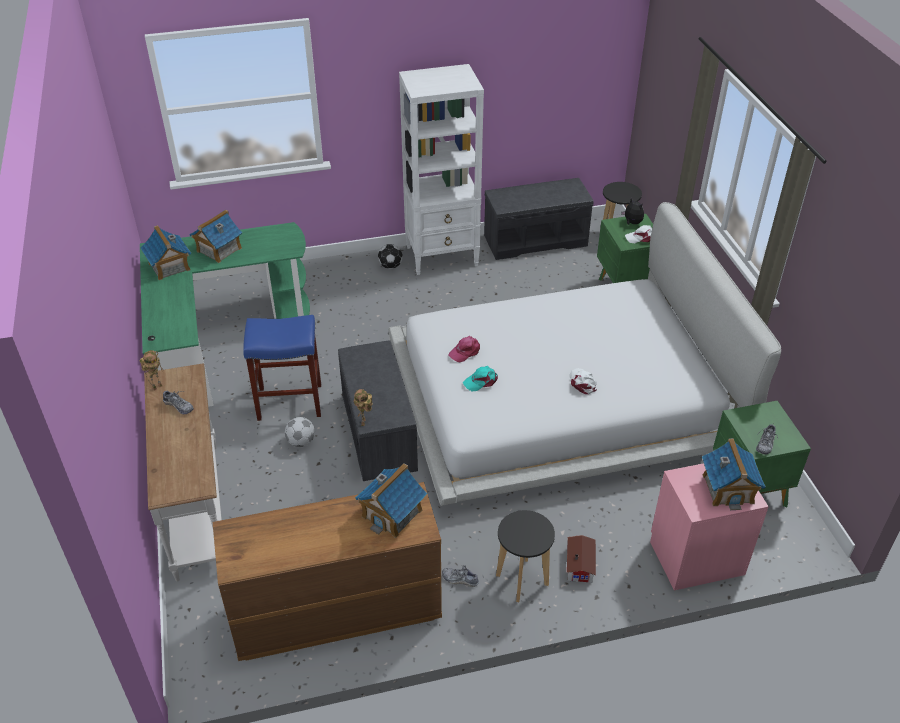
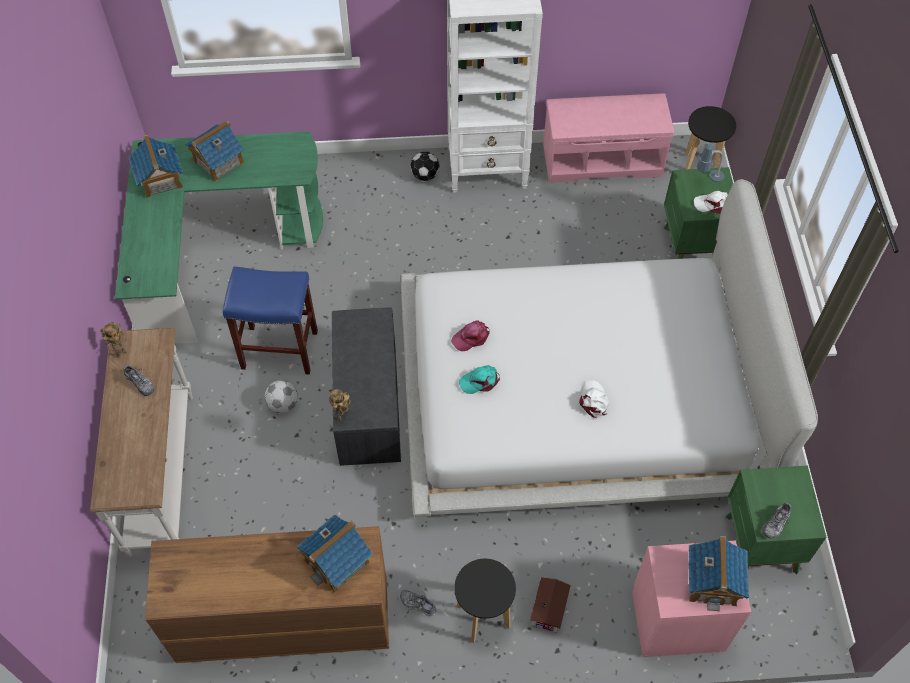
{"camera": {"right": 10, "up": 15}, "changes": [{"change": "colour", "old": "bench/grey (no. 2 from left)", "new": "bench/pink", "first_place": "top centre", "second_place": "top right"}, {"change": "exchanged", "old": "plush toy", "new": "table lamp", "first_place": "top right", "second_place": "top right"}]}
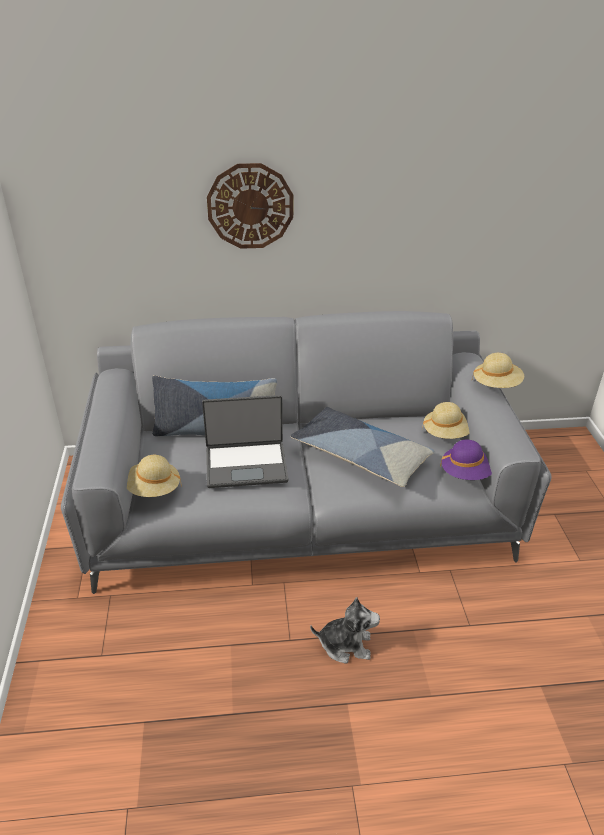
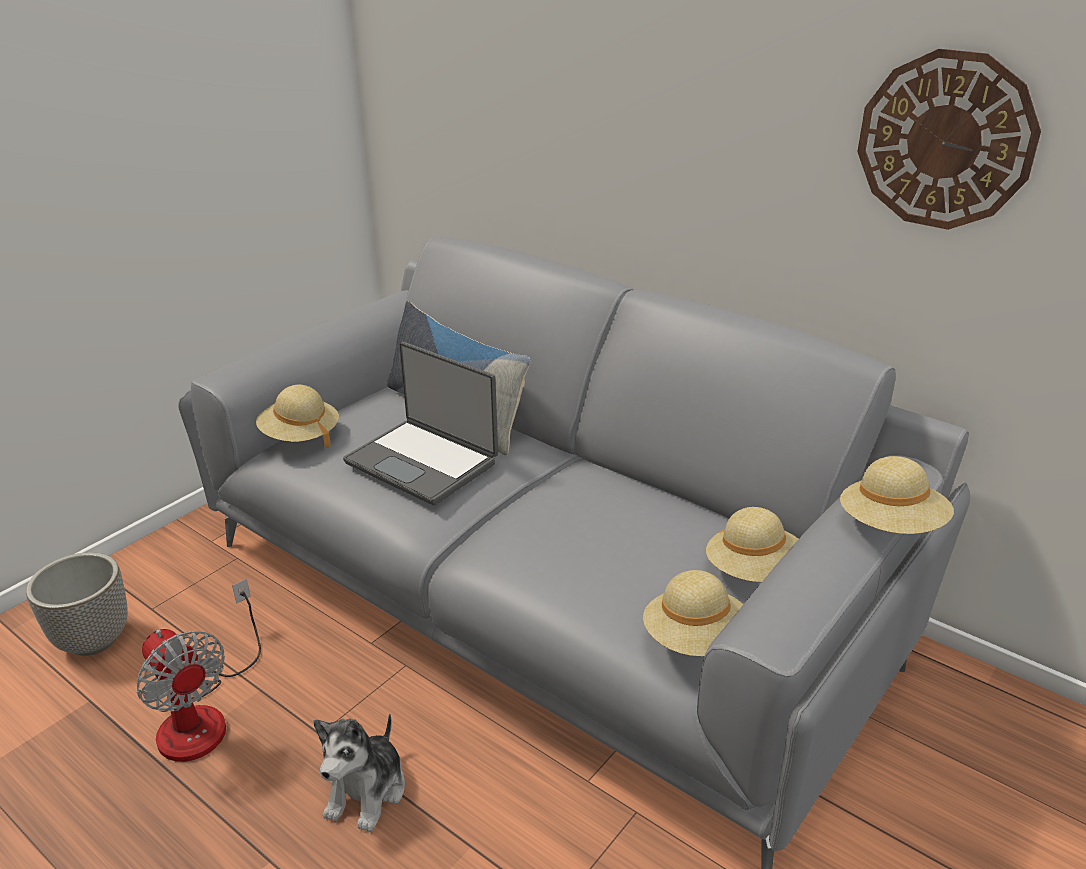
{"camera": {"right": 45, "up": -5}, "changes": [{"change": "relocated", "old": "wall clock", "first_place": "top centre", "second_place": "top right"}, {"change": "missing", "old": "pillow (no. 2 from left)", "first_place": "centre"}, {"change": "colour", "old": "hat/purple", "new": "hat/beige (no. 2 from left)", "first_place": "middle right", "second_place": "bottom centre"}, {"change": "spun", "old": "plush toy", "first_place": "bottom centre", "second_place": "bottom left", "degrees": 60}, {"change": "appeared", "new": "planter", "second_place": "bottom left"}, {"change": "appeared", "new": "fan", "second_place": "bottom left"}]}
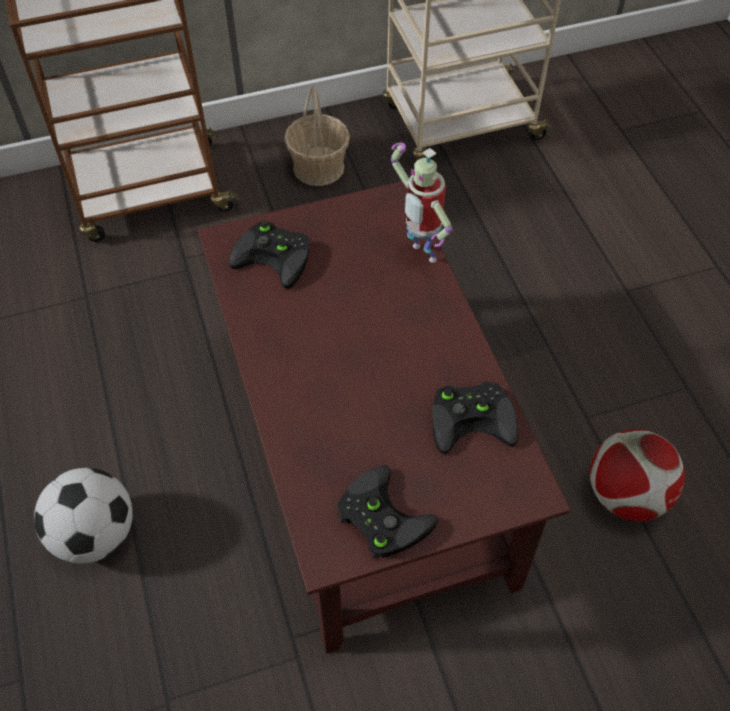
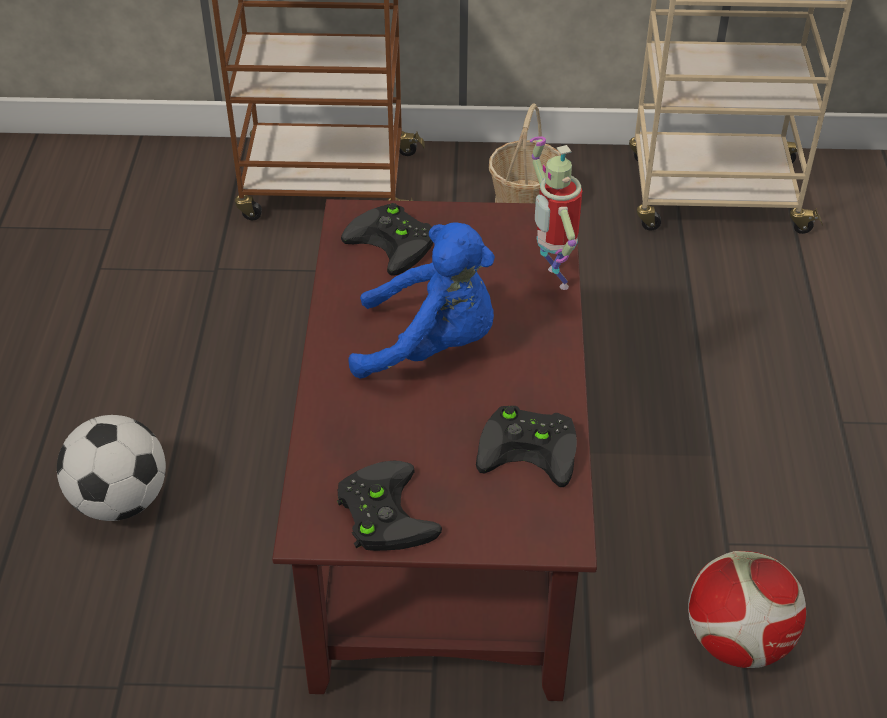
{"camera": {"right": 20, "up": -10}, "changes": [{"change": "appeared", "new": "plush toy/blue", "second_place": "centre"}]}
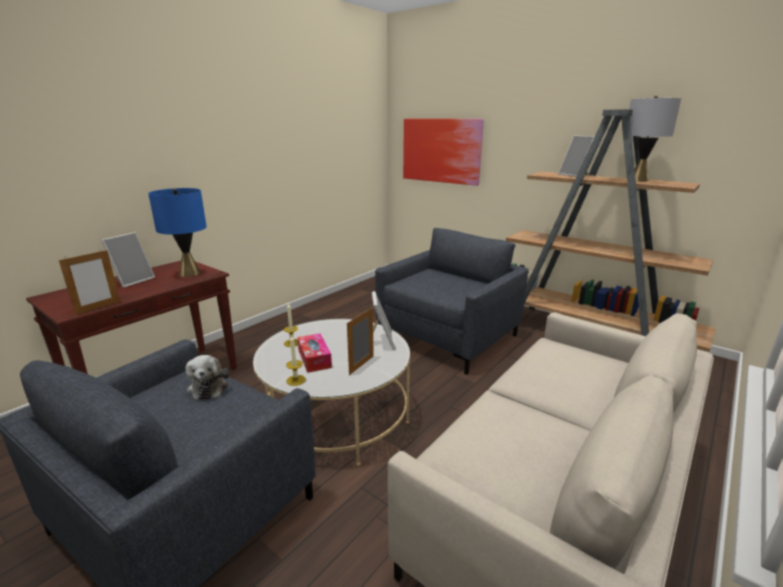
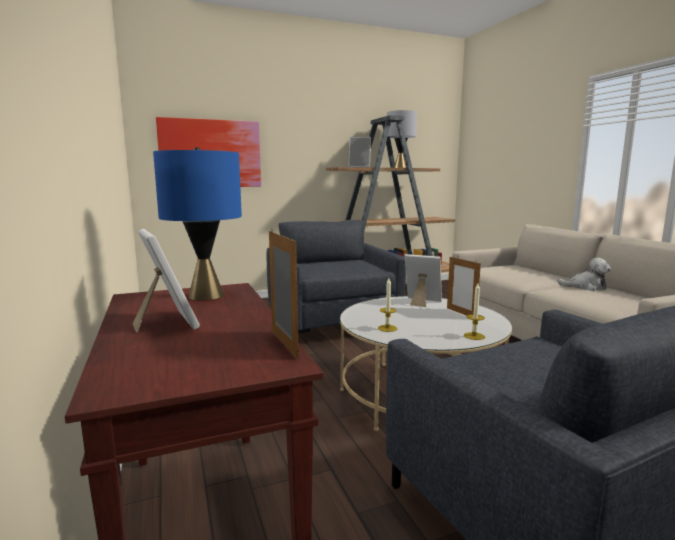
{"camera": {"right": -60, "up": -10}, "changes": [{"change": "missing", "old": "tissue box", "first_place": "centre"}, {"change": "relocated", "old": "plush toy", "first_place": "middle left", "second_place": "middle right"}]}
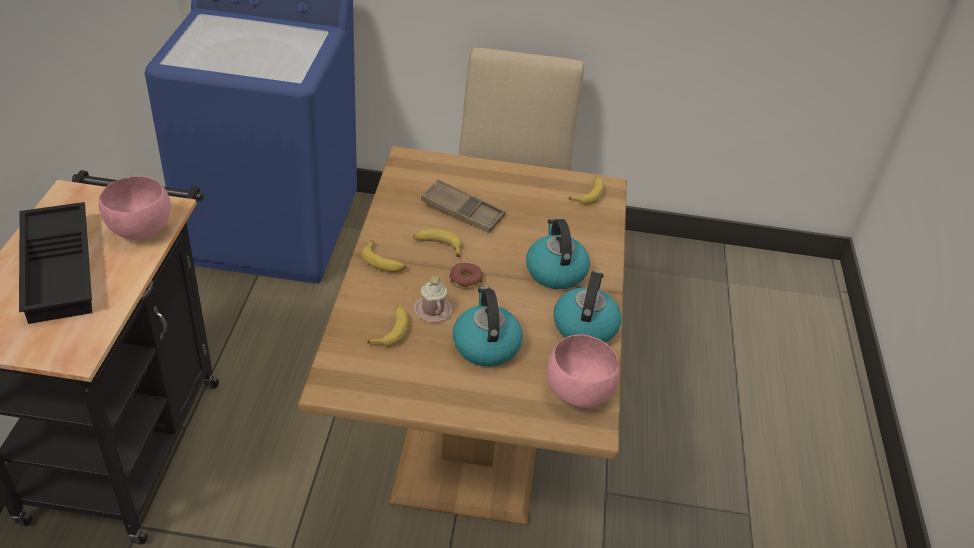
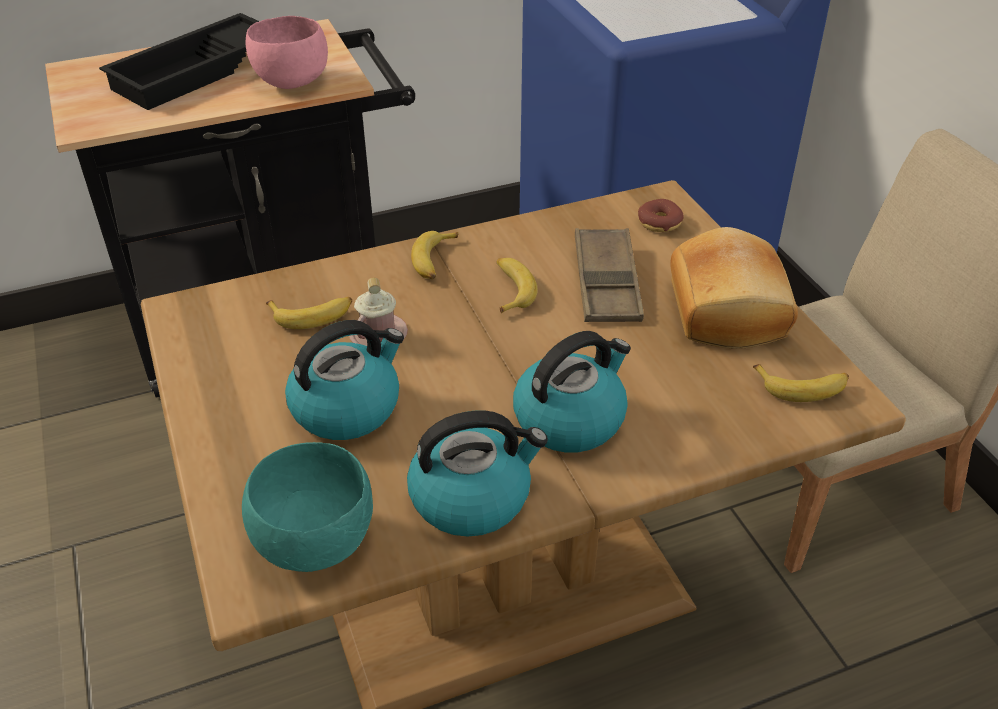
{"camera": {"right": 65, "up": 0}, "changes": [{"change": "relocated", "old": "donut", "first_place": "centre", "second_place": "top centre"}, {"change": "colour", "old": "bowl/pink (no. 2 from left)", "new": "bowl/turquoise", "first_place": "bottom centre", "second_place": "bottom left"}, {"change": "appeared", "new": "bread", "second_place": "middle right"}]}
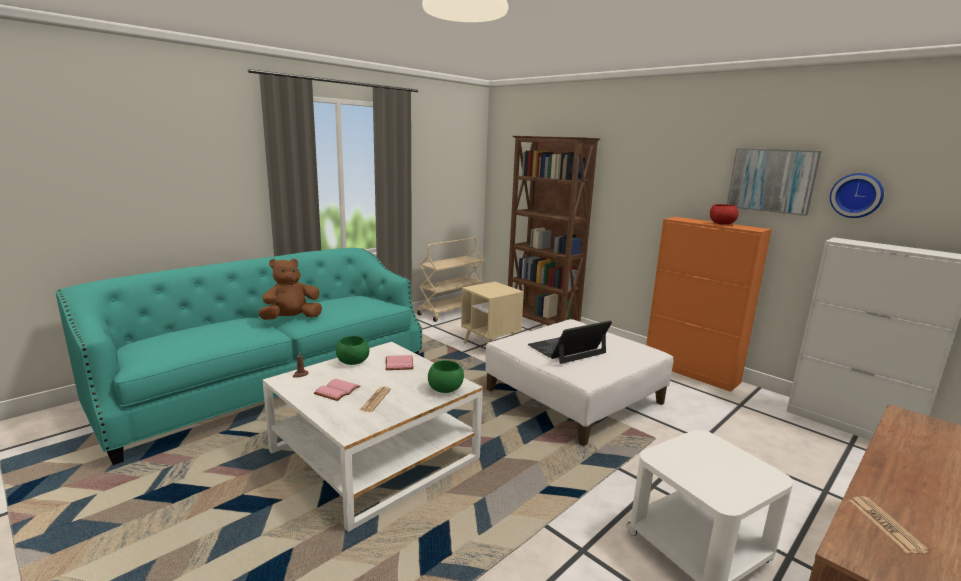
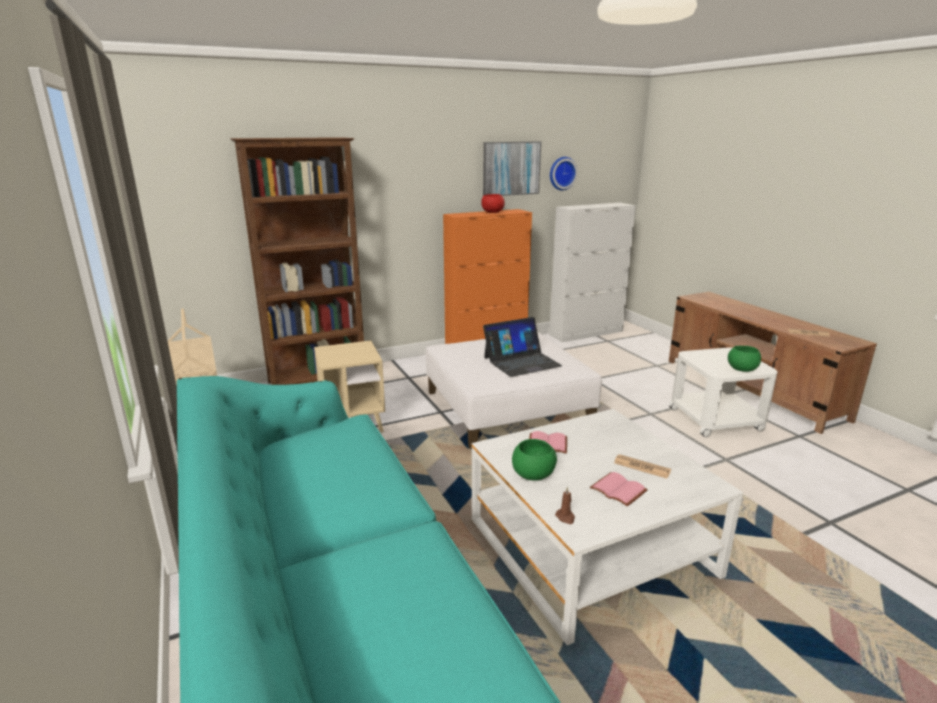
{"camera": {"right": -70, "up": 5}, "changes": [{"change": "missing", "old": "plush toy/brown", "first_place": "middle left"}, {"change": "spun", "old": "laptop", "first_place": "centre", "second_place": "centre", "degrees": -105}, {"change": "relocated", "old": "bowl/green (no. 2 from left)", "first_place": "centre", "second_place": "middle right"}]}
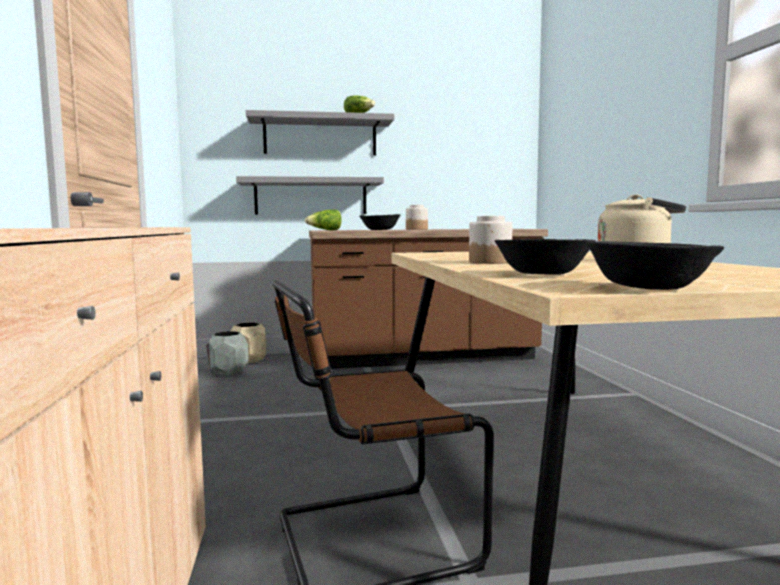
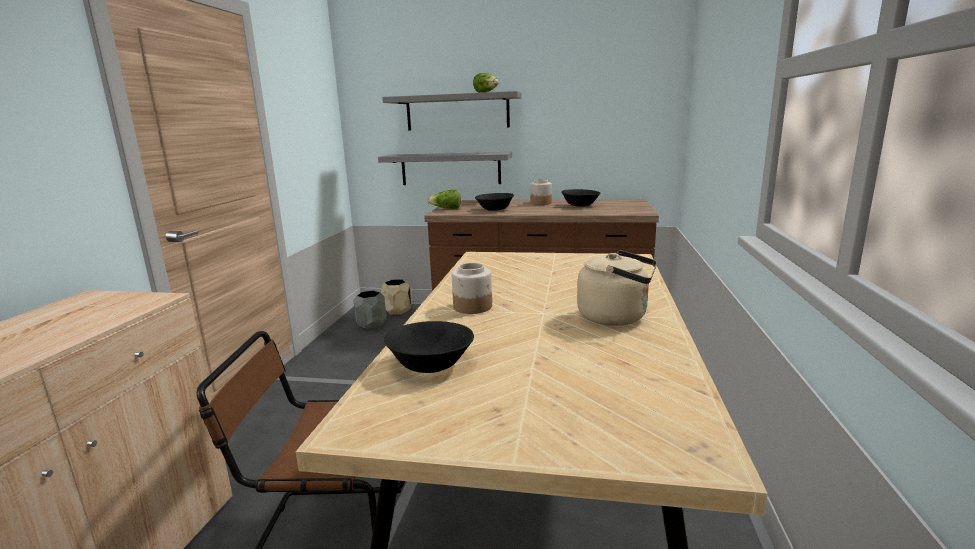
{"camera": {"right": 20, "up": 10}, "changes": [{"change": "relocated", "old": "bowl/black (no. 3 from left)", "first_place": "middle right", "second_place": "centre"}]}
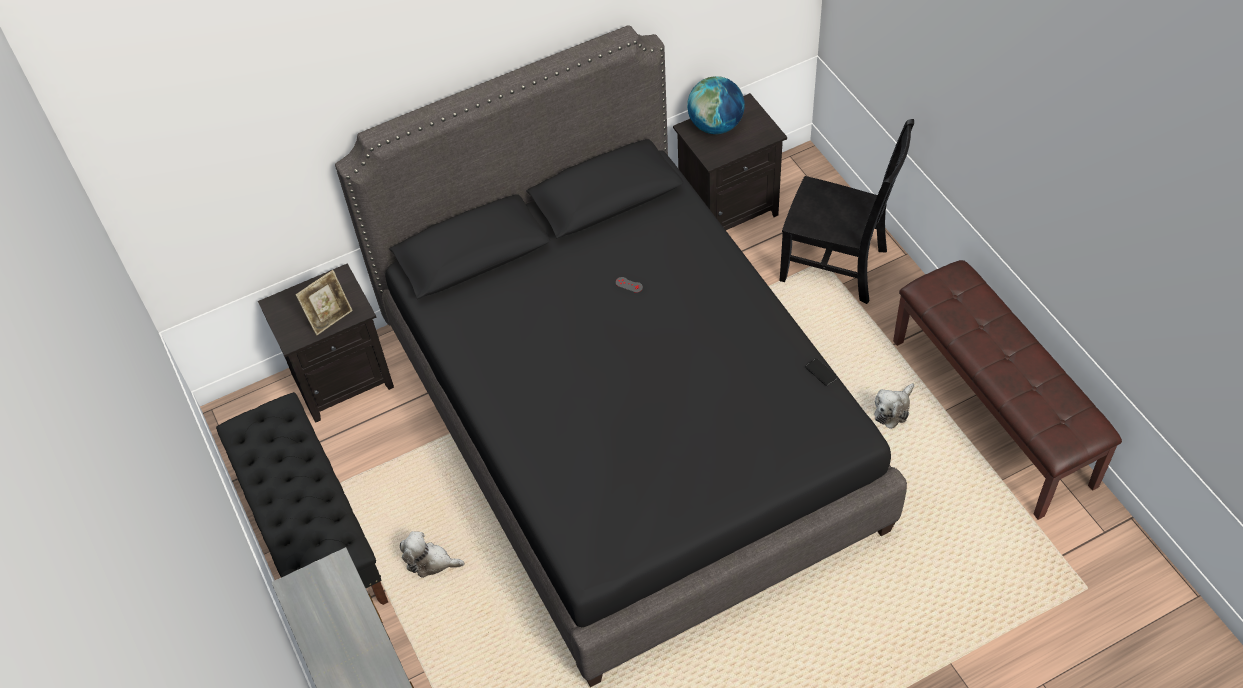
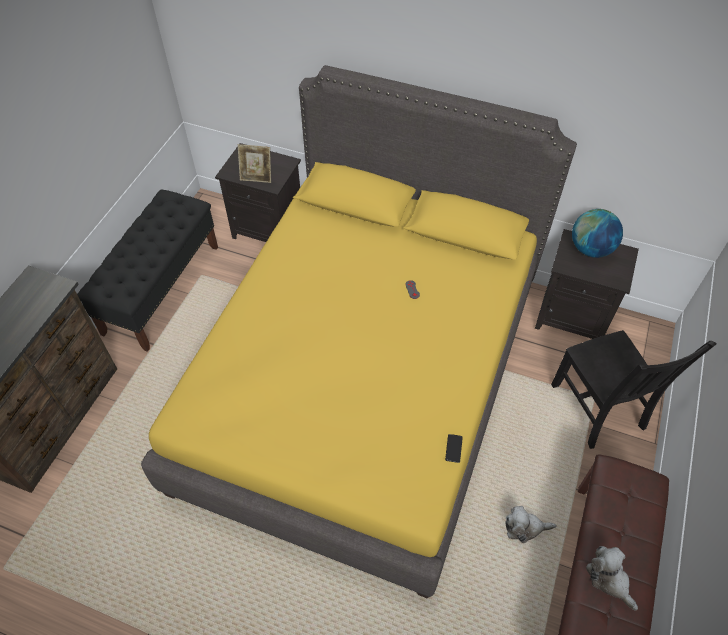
{"camera": {"right": 45, "up": 0}, "changes": [{"change": "colour", "old": "bed/black", "new": "bed/yellow", "first_place": "centre", "second_place": "centre"}, {"change": "relocated", "old": "plush toy (no. 1 from left in the first image)", "new": "plush toy (no. 2 from left)", "first_place": "bottom centre", "second_place": "bottom right"}]}
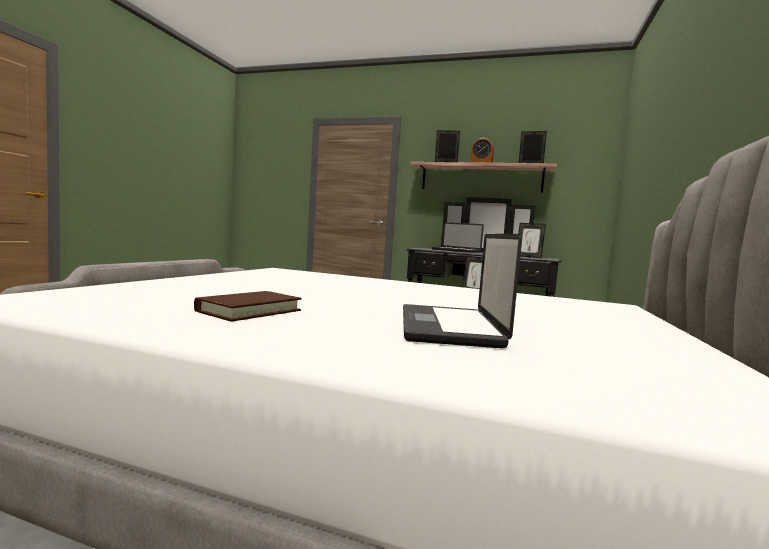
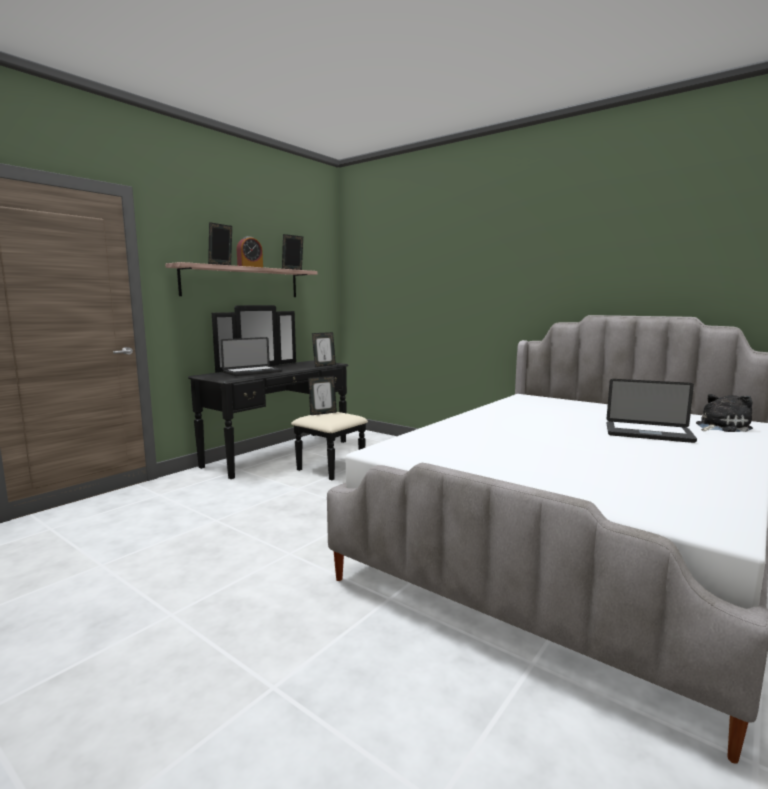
{"camera": {"right": -70, "up": 5}, "changes": [{"change": "missing", "old": "book/brown", "first_place": "middle left"}, {"change": "appeared", "new": "plush toy", "second_place": "middle right"}]}
